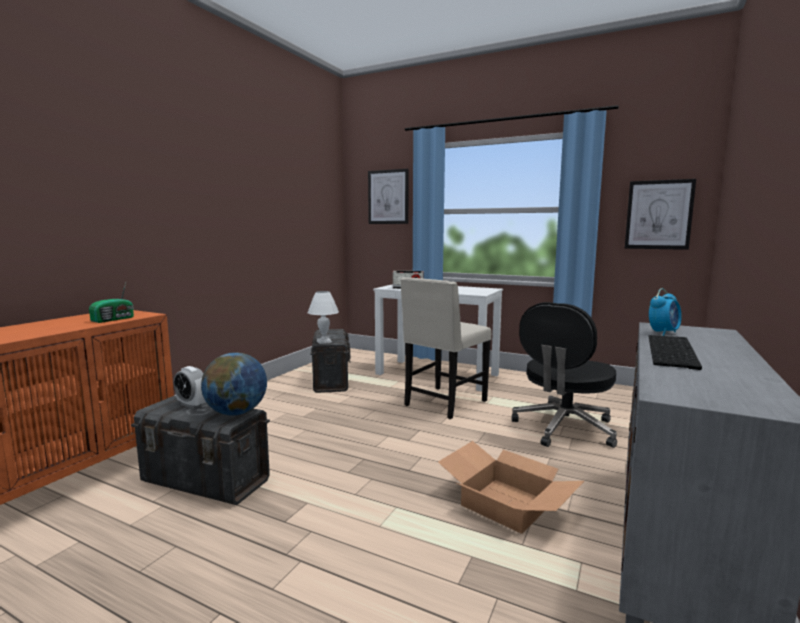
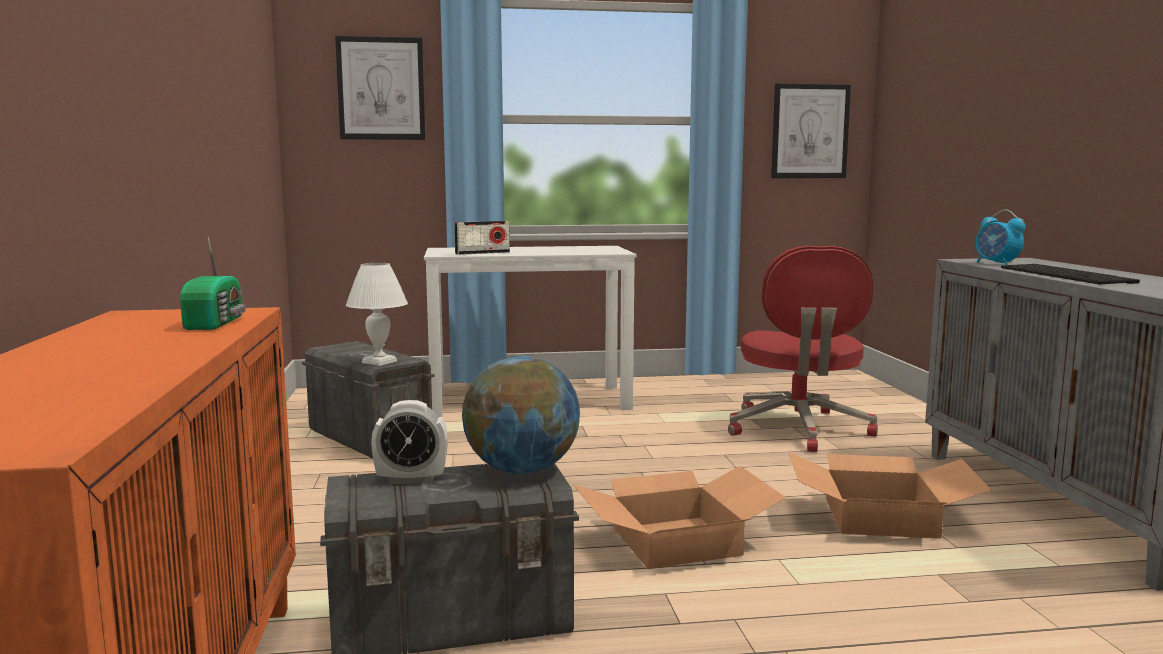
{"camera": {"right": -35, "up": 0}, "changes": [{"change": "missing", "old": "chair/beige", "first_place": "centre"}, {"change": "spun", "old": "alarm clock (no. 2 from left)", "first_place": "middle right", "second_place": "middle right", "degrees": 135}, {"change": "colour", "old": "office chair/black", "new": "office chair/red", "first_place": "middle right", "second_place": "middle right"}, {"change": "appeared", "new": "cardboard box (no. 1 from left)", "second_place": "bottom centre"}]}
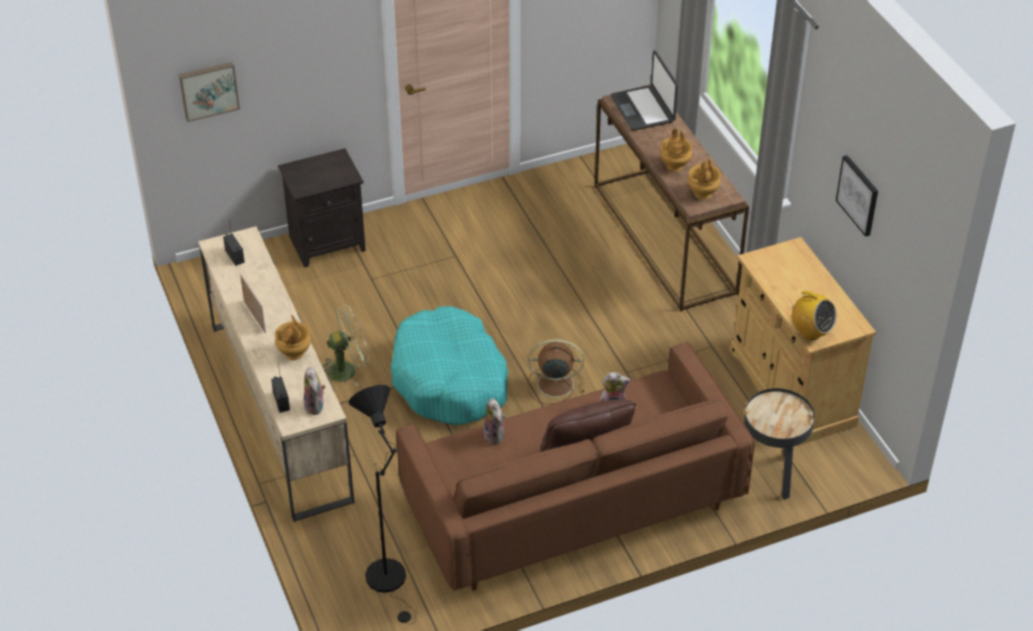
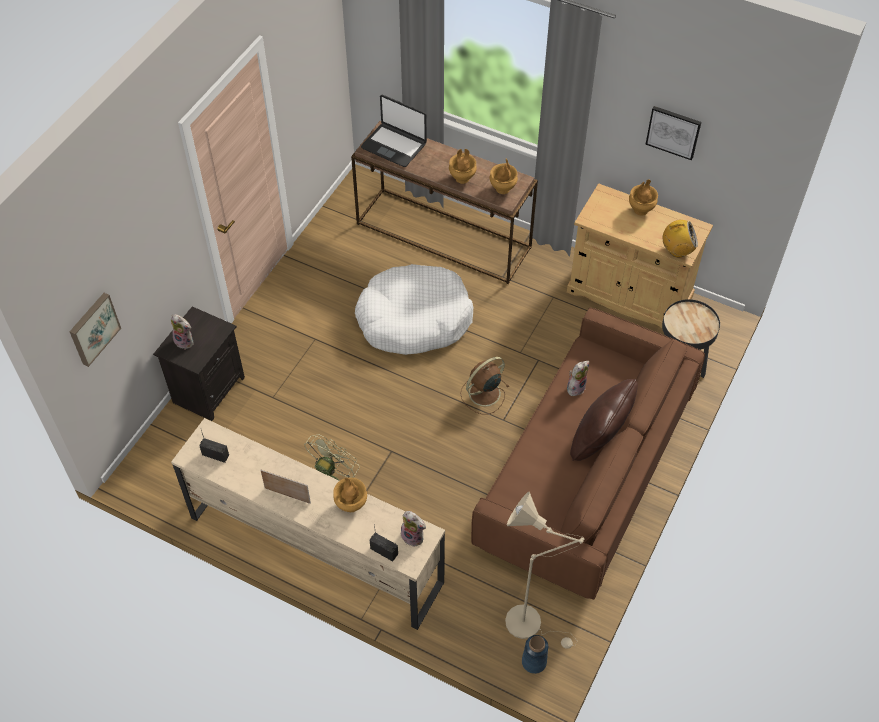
{"camera": {"right": -40, "up": 10}, "changes": [{"change": "missing", "old": "dog bed/turquoise", "first_place": "centre"}, {"change": "colour", "old": "floor lamp/black", "new": "floor lamp/beige", "first_place": "bottom centre", "second_place": "bottom centre"}, {"change": "relocated", "old": "plush toy (no. 2 from left in the first image)", "new": "plush toy (no. 1 from left)", "first_place": "bottom centre", "second_place": "middle left"}, {"change": "appeared", "new": "vase/brown (no. 4 from left)", "second_place": "top right"}, {"change": "appeared", "new": "dog bed/white", "second_place": "centre"}, {"change": "appeared", "new": "vase/blue", "second_place": "bottom centre"}]}
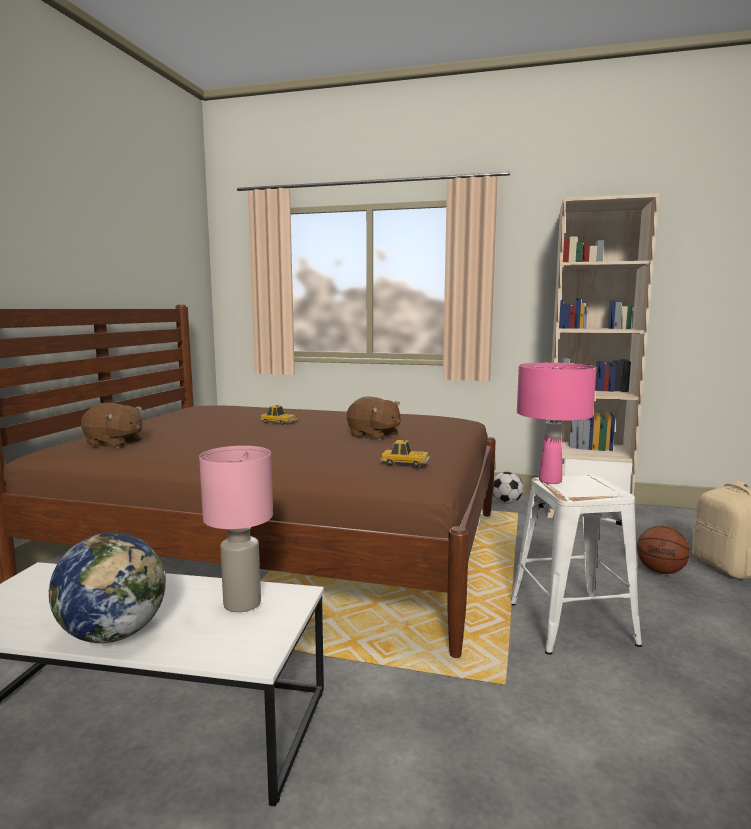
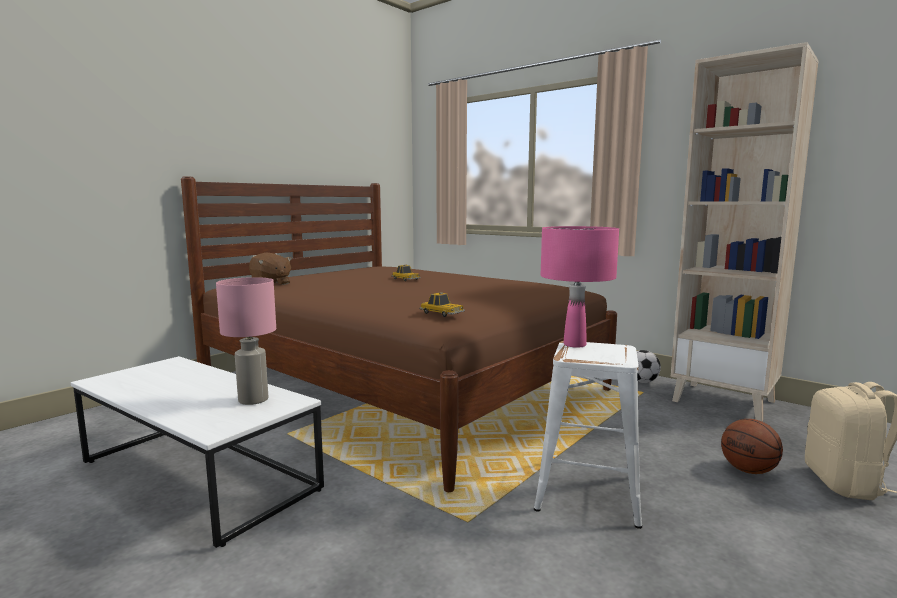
{"camera": {"right": 25, "up": 0}, "changes": [{"change": "missing", "old": "plush toy/brown (no. 2 from left)", "first_place": "centre"}, {"change": "missing", "old": "globe", "first_place": "bottom left"}]}
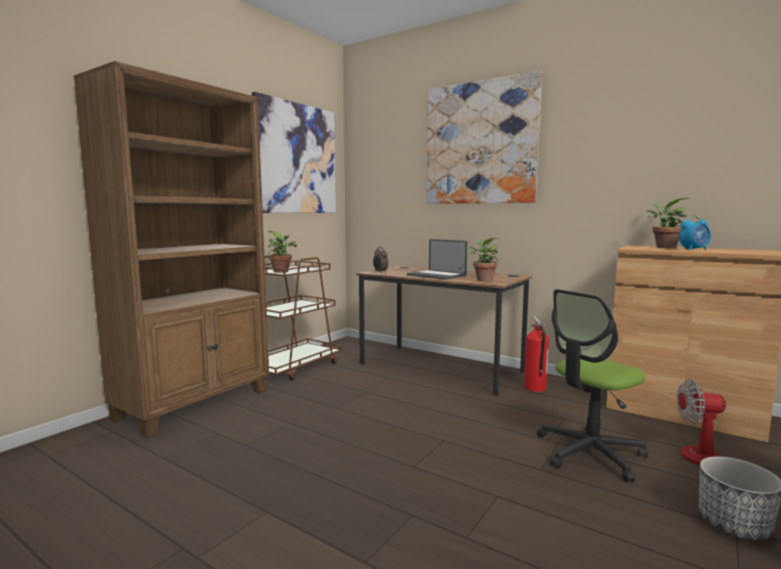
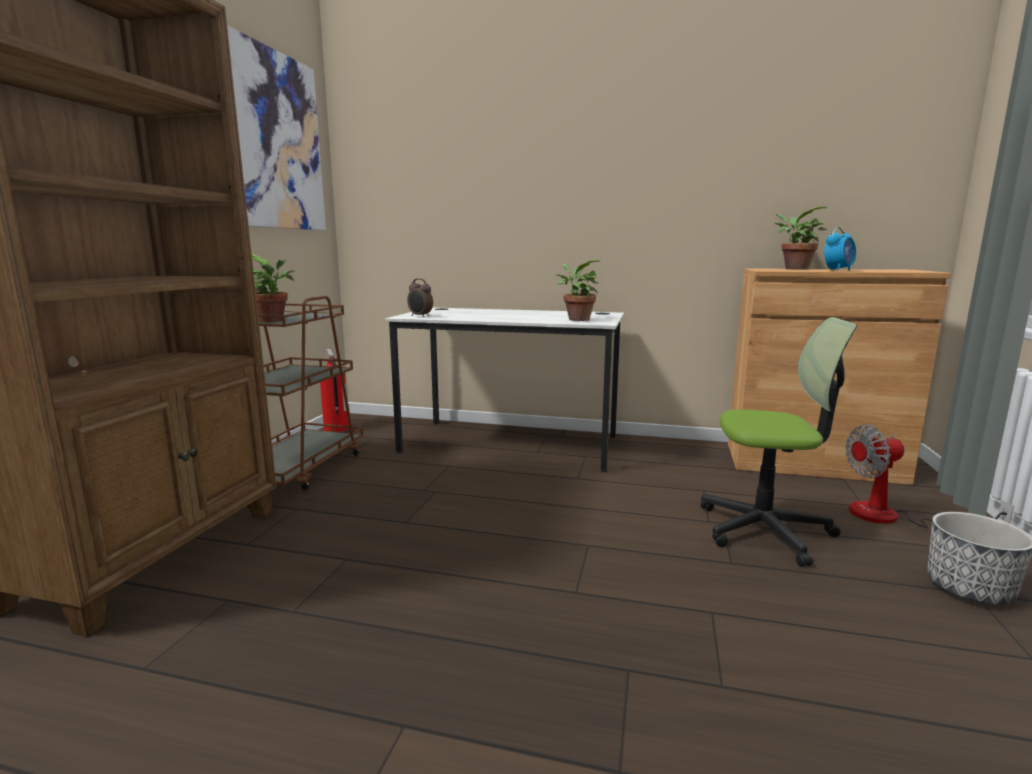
{"camera": {"right": -20, "up": 5}, "changes": [{"change": "missing", "old": "picture (no. 2 from left)", "first_place": "top centre"}, {"change": "missing", "old": "laptop", "first_place": "centre"}, {"change": "colour", "old": "desk/brown", "new": "desk/white", "first_place": "centre", "second_place": "centre"}, {"change": "spun", "old": "office chair", "first_place": "bottom right", "second_place": "middle right", "degrees": -120}, {"change": "relocated", "old": "fire extinguisher", "first_place": "middle right", "second_place": "middle left"}]}
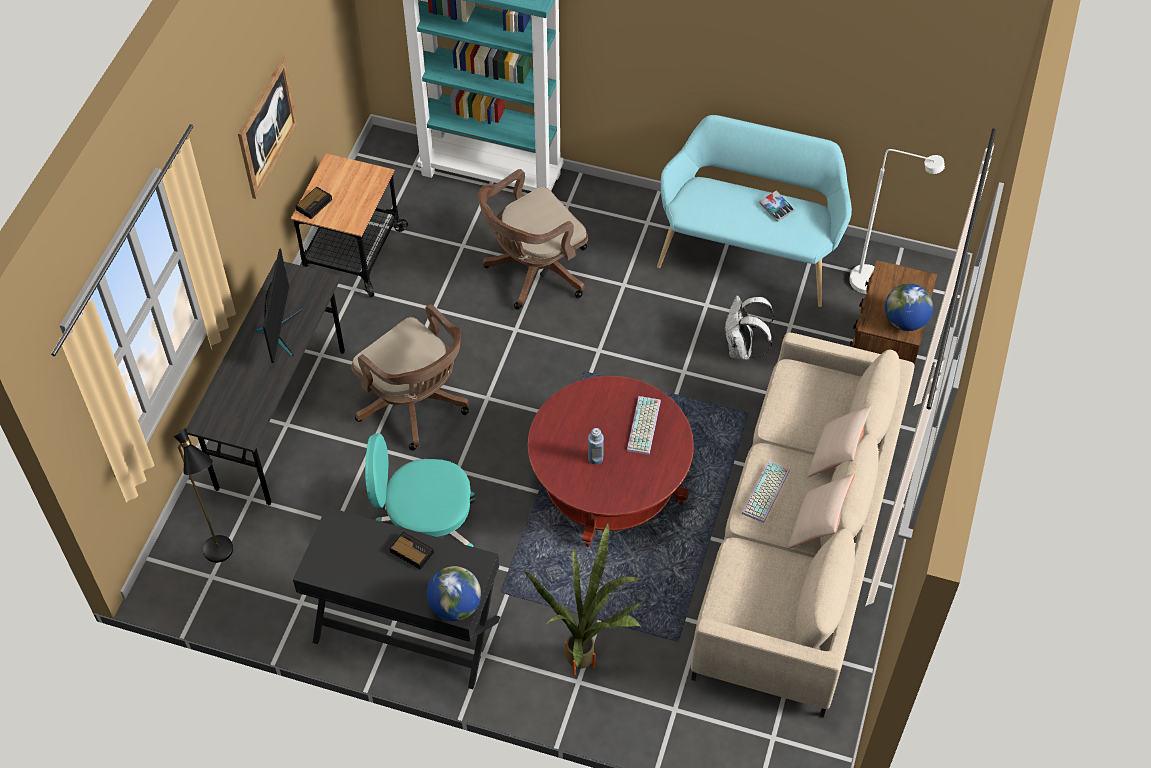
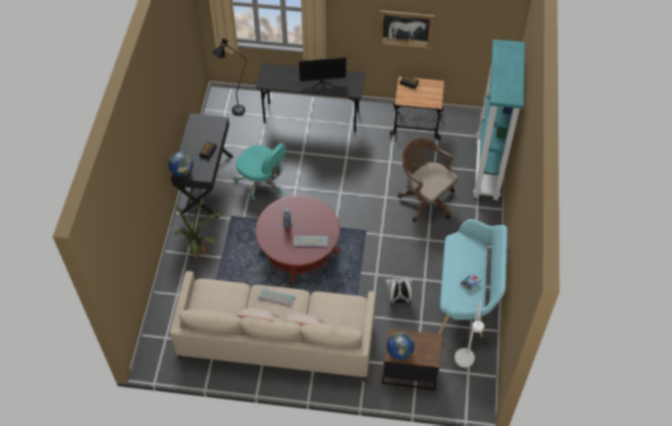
{"camera": {"right": 80, "up": 0}, "changes": [{"change": "missing", "old": "office chair/brown (no. 1 from left)", "first_place": "centre"}, {"change": "spun", "old": "office chair/turquoise", "first_place": "centre", "second_place": "centre", "degrees": 135}]}
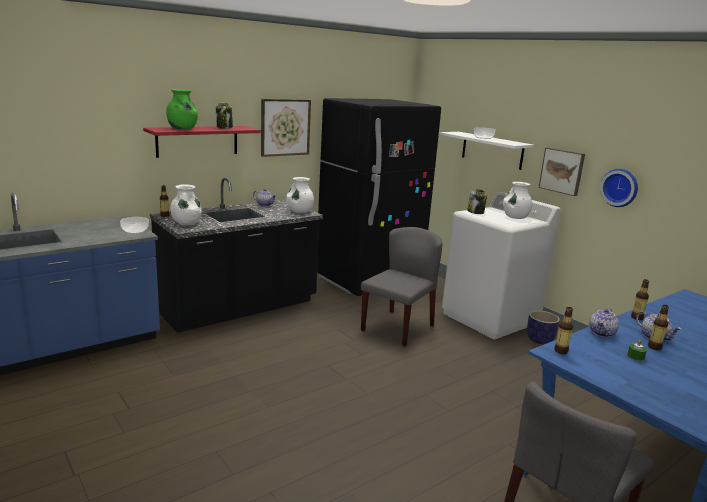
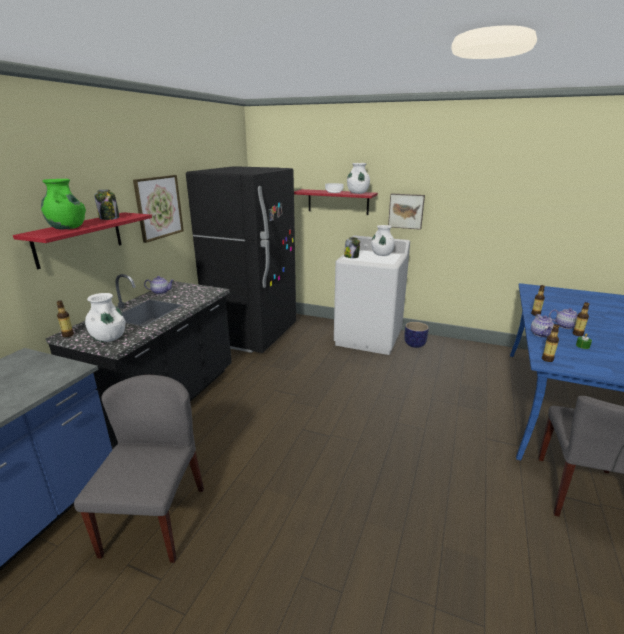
{"camera": {"right": -30, "up": 5}, "changes": [{"change": "colour", "old": "shelf/white", "new": "shelf/red (no. 2 from left)", "first_place": "top right", "second_place": "top centre"}, {"change": "missing", "old": "wall clock", "first_place": "middle right"}, {"change": "relocated", "old": "vase/white (no. 2 from left)", "first_place": "centre", "second_place": "top centre"}, {"change": "missing", "old": "bowl (no. 1 from left)", "first_place": "middle left"}, {"change": "relocated", "old": "chair/grey (no. 1 from left)", "first_place": "centre", "second_place": "bottom left"}]}
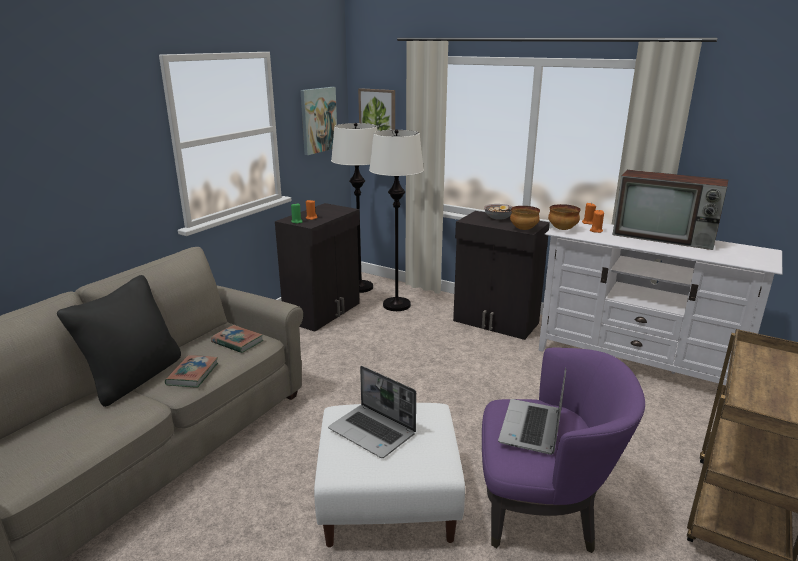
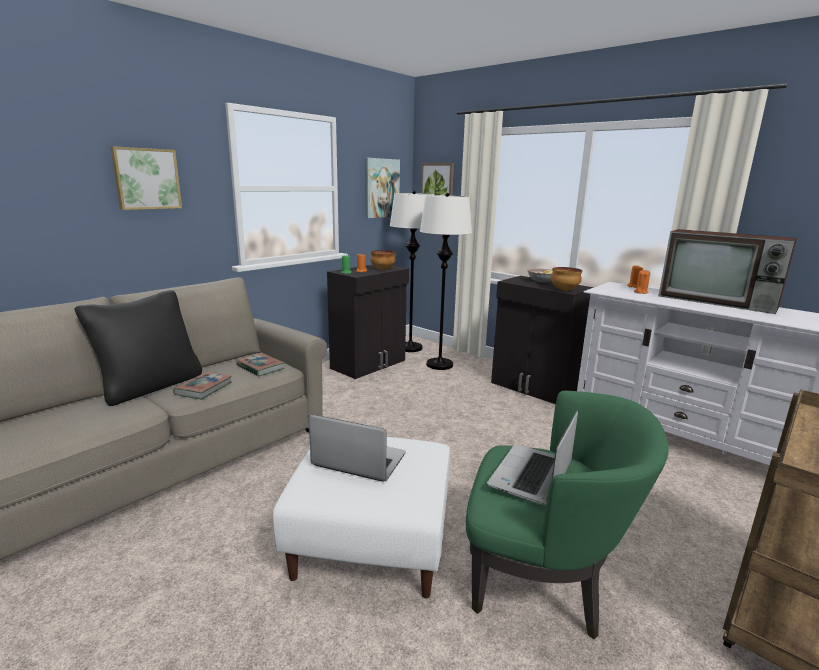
{"camera": {"right": 10, "up": -5}, "changes": [{"change": "relocated", "old": "bowl (no. 3 from left in the first image)", "new": "bowl (no. 1 from left)", "first_place": "middle right", "second_place": "centre"}, {"change": "colour", "old": "armchair/purple", "new": "armchair/green", "first_place": "bottom right", "second_place": "bottom right"}, {"change": "spun", "old": "laptop (no. 1 from left)", "first_place": "bottom centre", "second_place": "bottom centre", "degrees": 150}, {"change": "appeared", "new": "picture (no. 1 from left)", "second_place": "top left"}]}
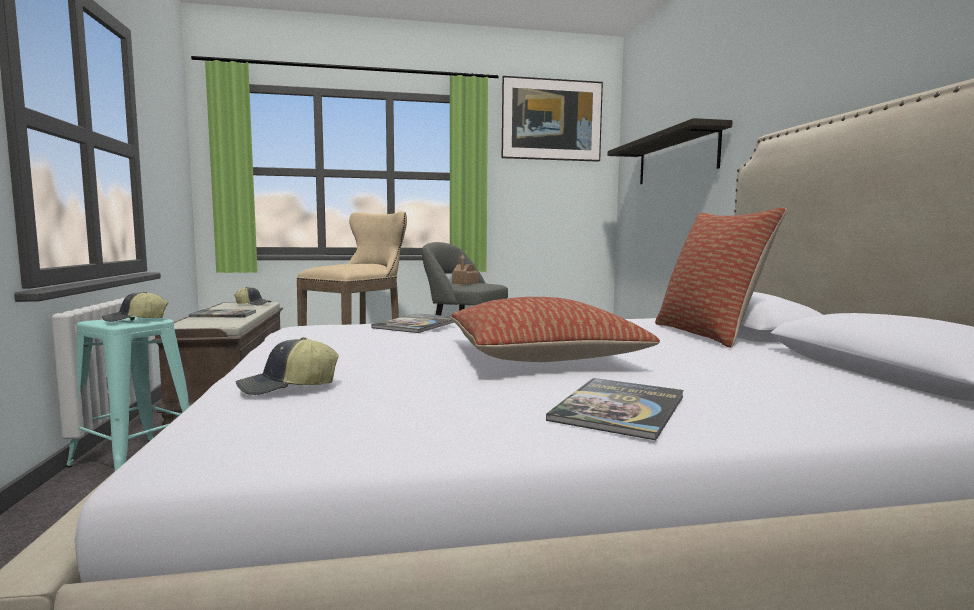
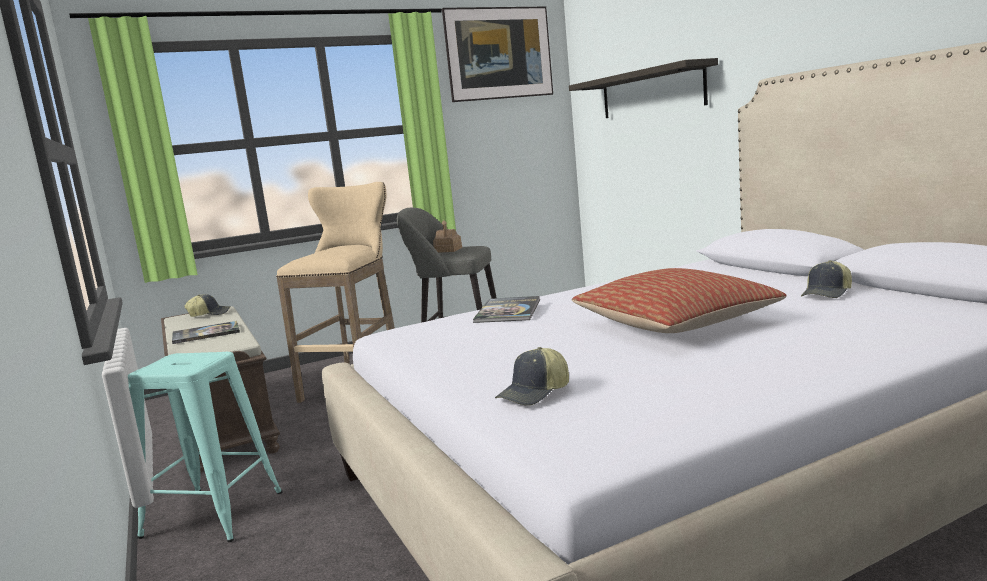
{"camera": {"right": -15, "up": 5}, "changes": [{"change": "missing", "old": "pillow (no. 2 from left)", "first_place": "middle right"}, {"change": "relocated", "old": "cap (no. 1 from left in the first image)", "new": "cap (no. 3 from left)", "first_place": "middle left", "second_place": "middle right"}, {"change": "missing", "old": "book (no. 3 from left)", "first_place": "bottom centre"}]}
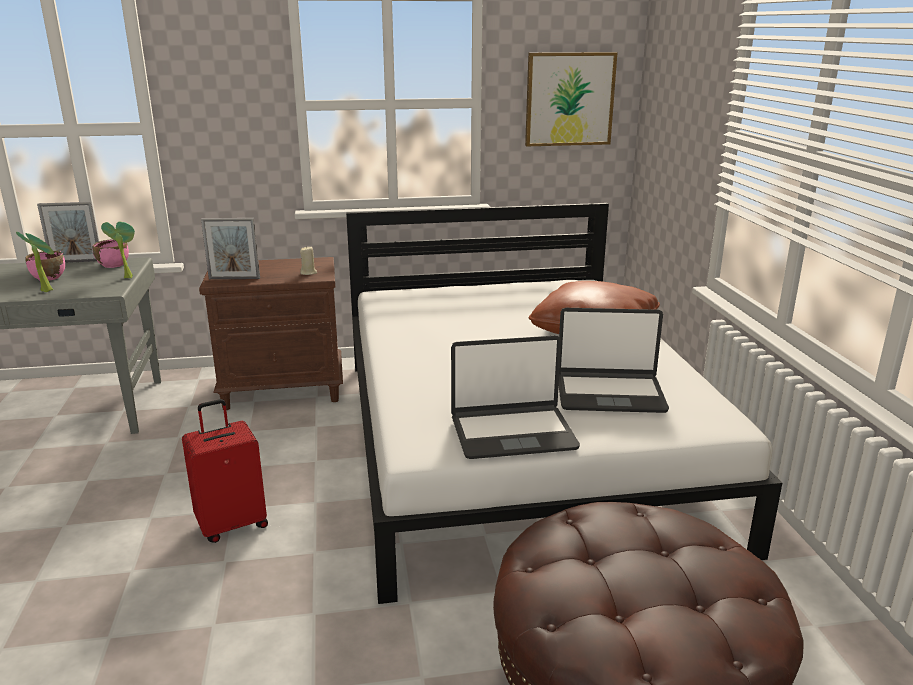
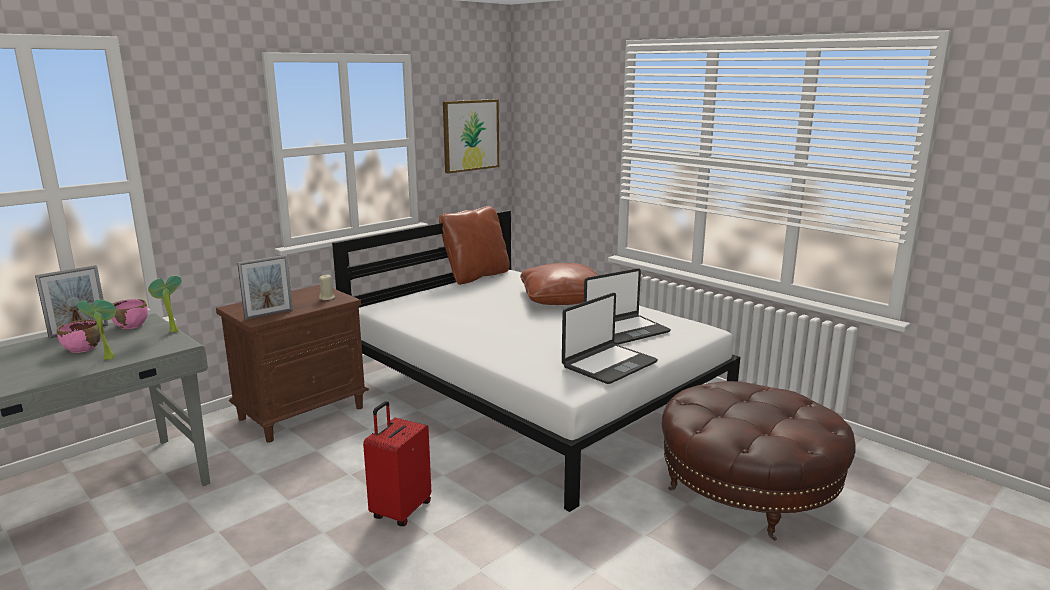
{"camera": {"right": -35, "up": -5}, "changes": [{"change": "appeared", "new": "pillow/brown (no. 1 from left)", "second_place": "centre"}]}
